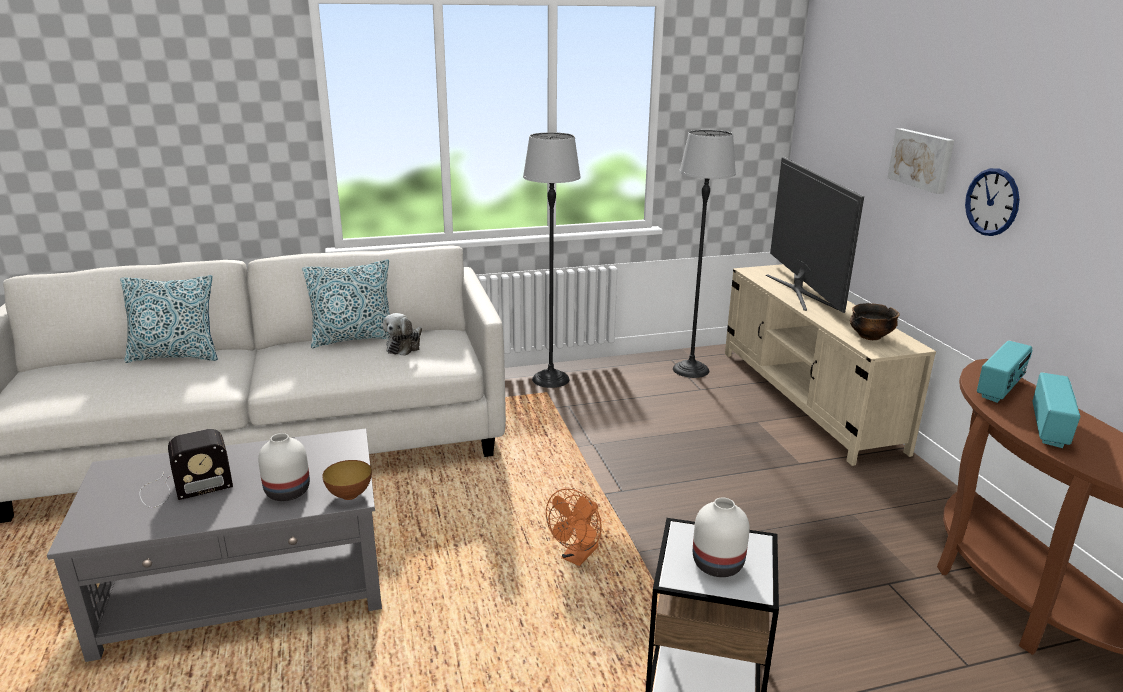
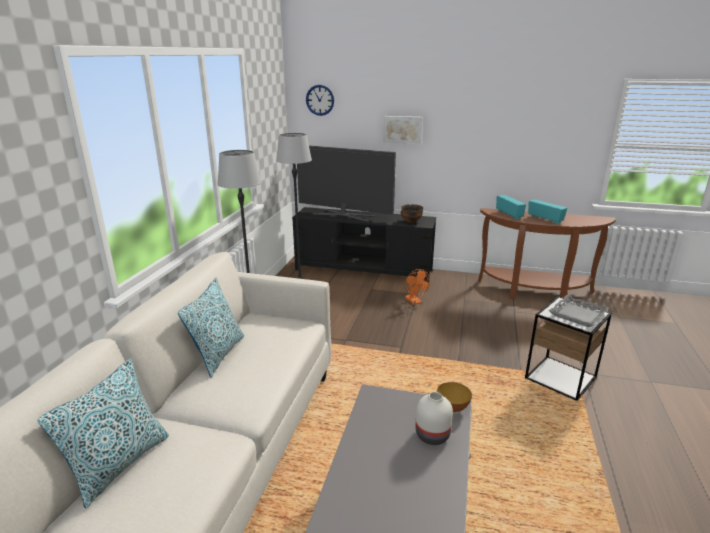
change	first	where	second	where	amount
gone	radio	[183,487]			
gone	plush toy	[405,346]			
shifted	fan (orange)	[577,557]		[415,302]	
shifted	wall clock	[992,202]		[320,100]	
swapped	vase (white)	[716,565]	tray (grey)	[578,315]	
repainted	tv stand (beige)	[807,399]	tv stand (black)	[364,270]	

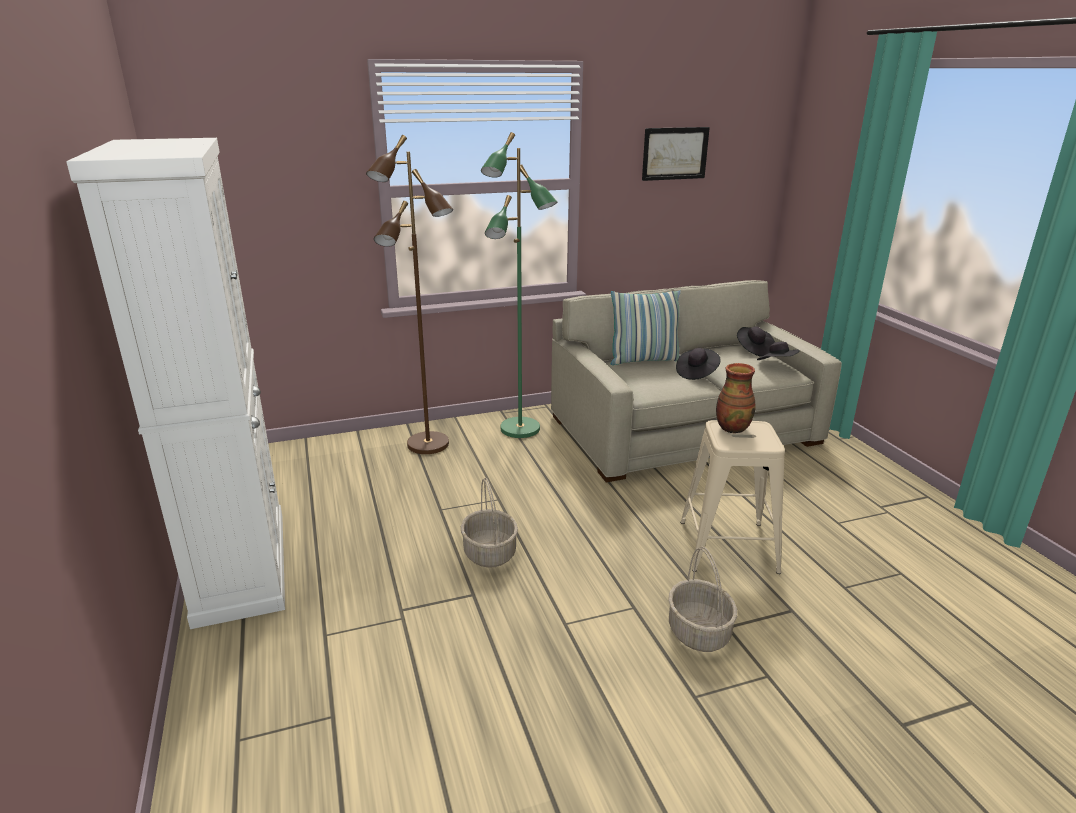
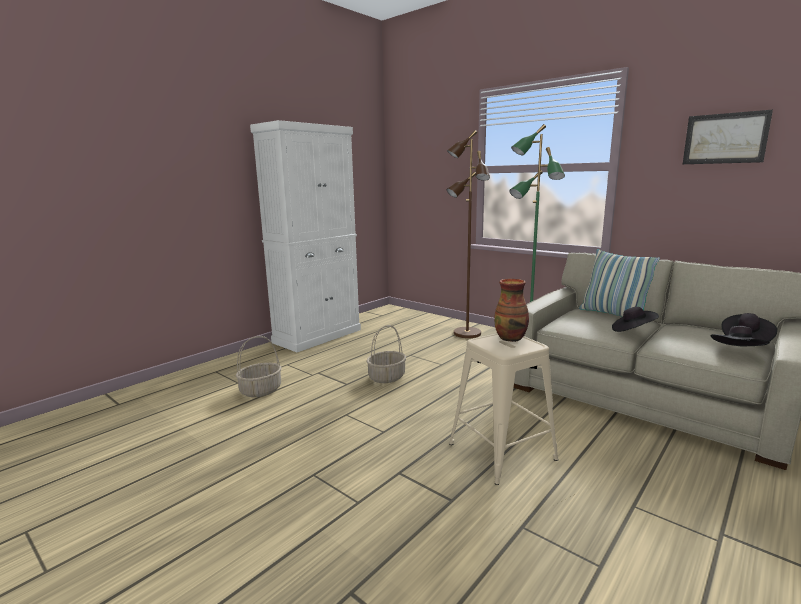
change	first	where	second	where	amount
shifted	basket	[699,632]		[260,391]	

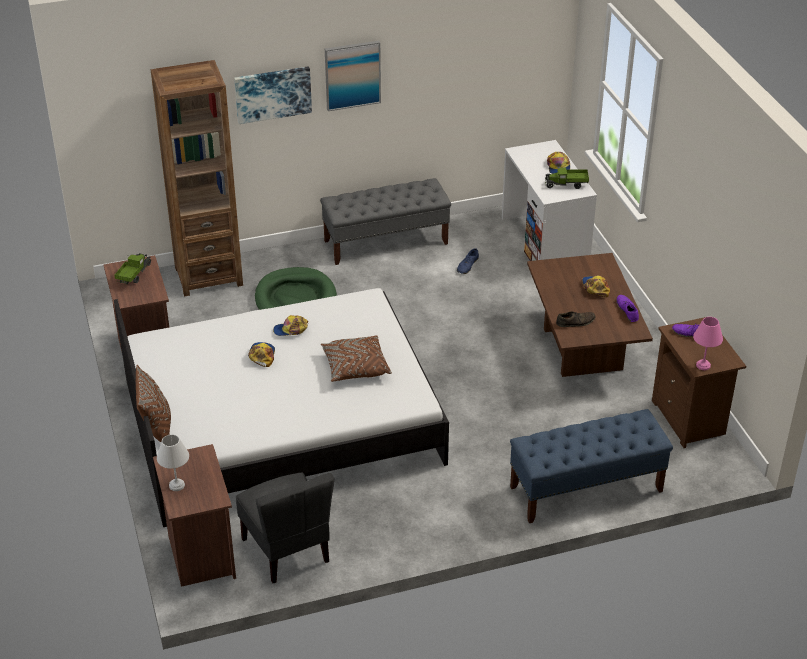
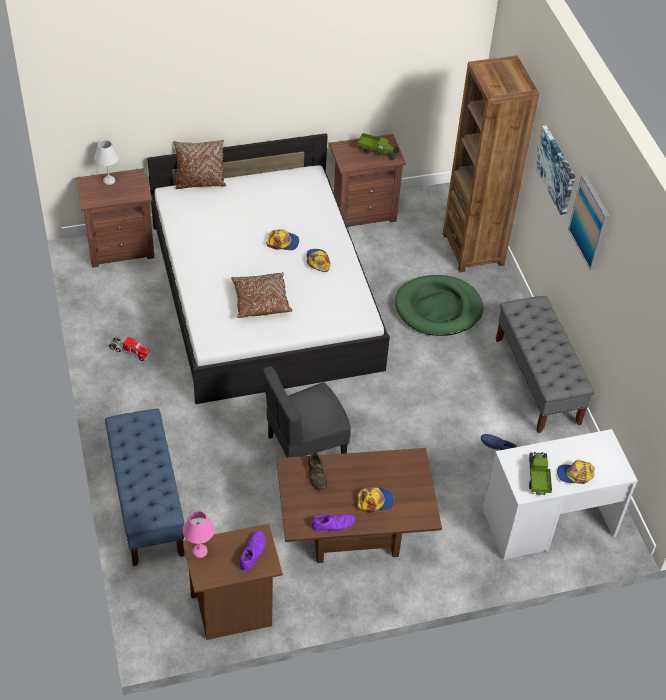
change	first	where	second	where	amount
new			toy truck	[129,351]	
shifted	chair (grey)	[287,550]		[305,447]	

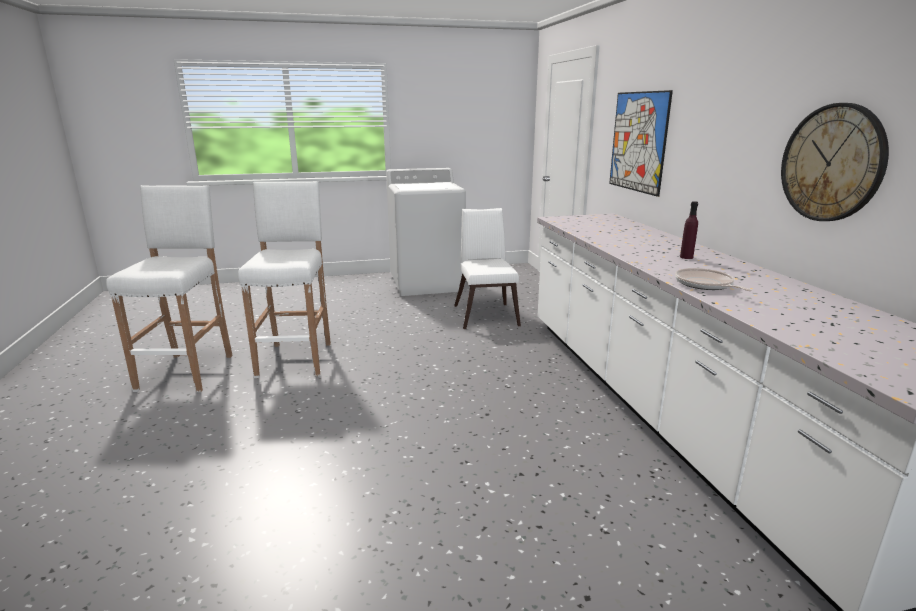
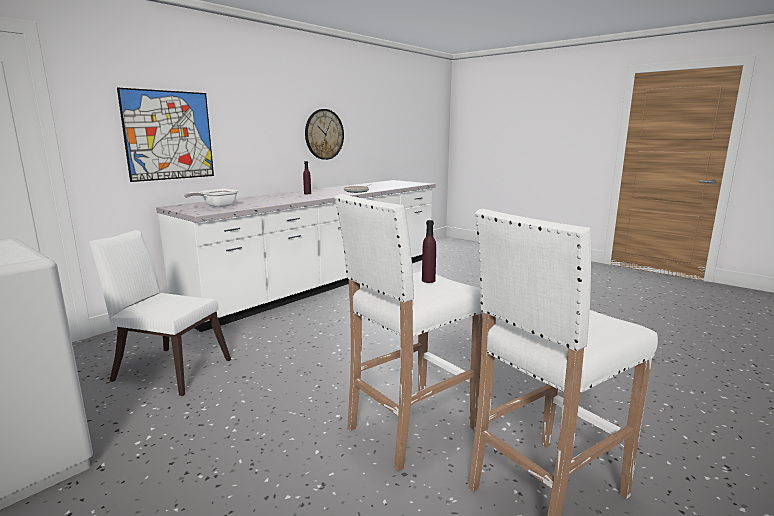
change	first	where	second	where	amount
new			frying pan	[216,206]	
new			bottle (purple)	[428,280]	
rotated	chair (white)	[486,314]		[168,369]	60 degrees clockwise

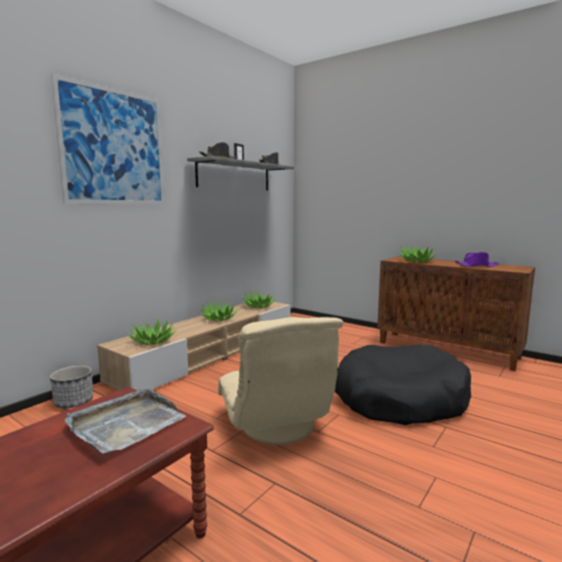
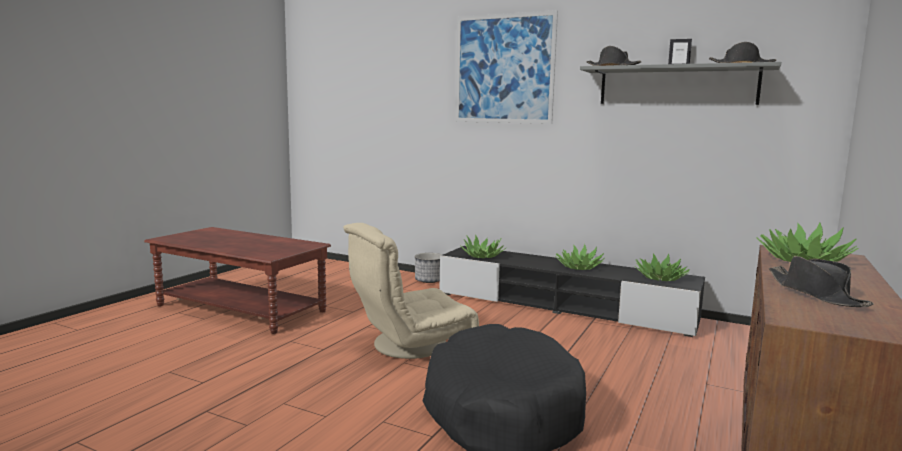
change	first	where	second	where	amount
gone	tray (grey)	[125,424]			
repainted	tv stand (beige)	[211,354]	tv stand (black)	[563,306]	
repainted	hat (purple)	[476,266]	hat (black)	[816,293]	

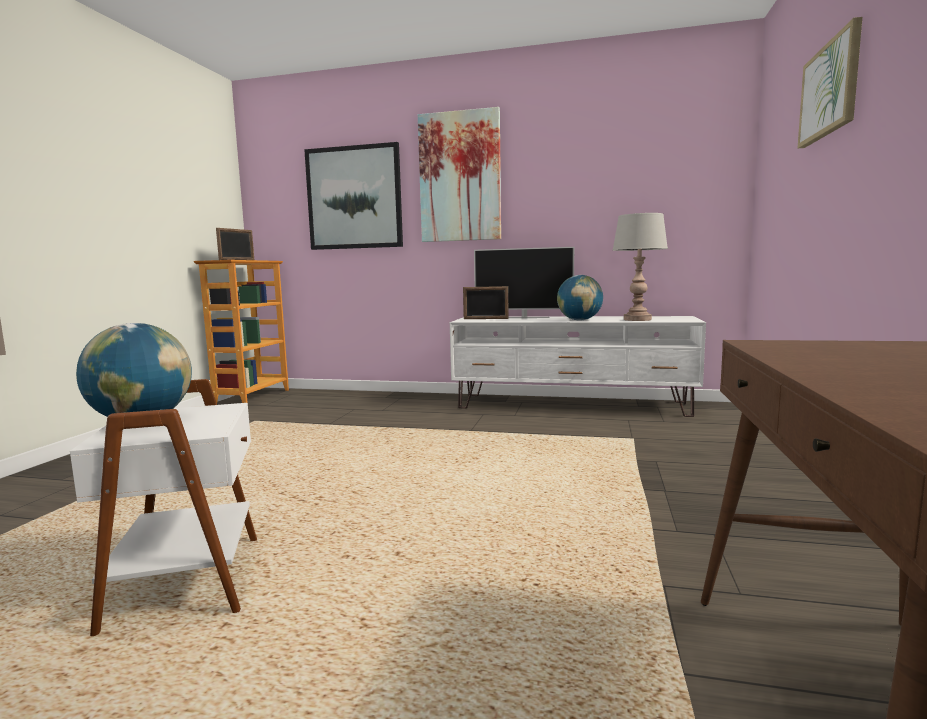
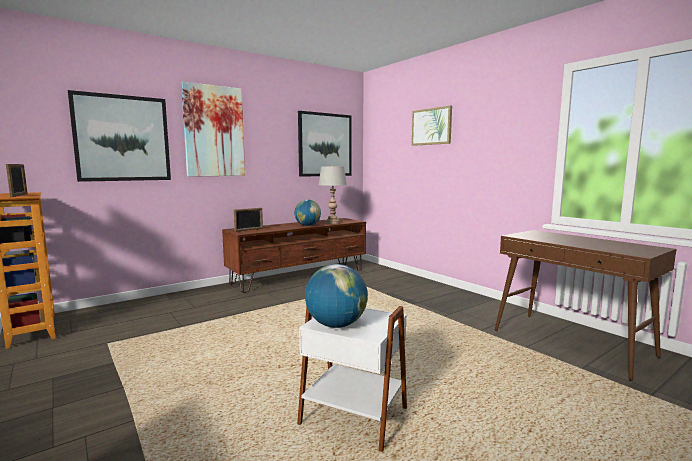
change	first	where	second	where	amount
gone	television	[524,317]			
new			picture	[325,145]	
repainted	tv stand (white)	[572,405]	tv stand (brown)	[300,276]	

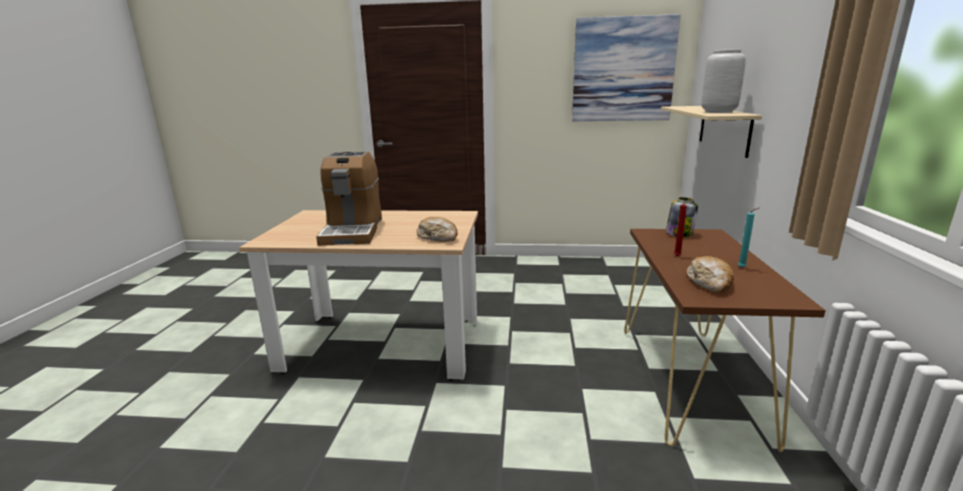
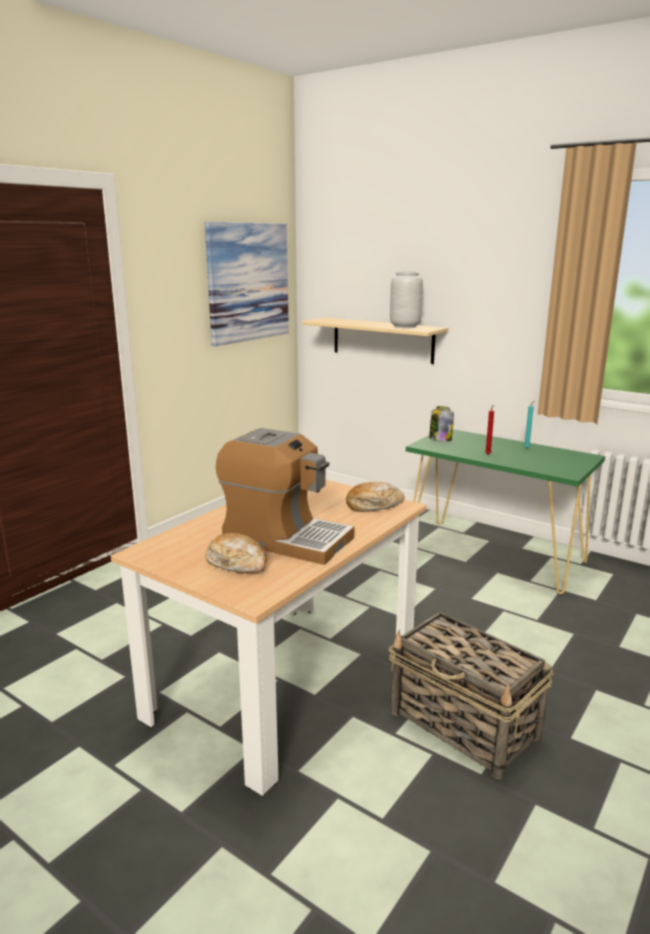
change	first	where	second	where	amount
new			basket	[465,725]	
shifted	bread	[710,282]		[237,563]	
repainted	console table (brown)	[689,381]	console table (green)	[494,555]	

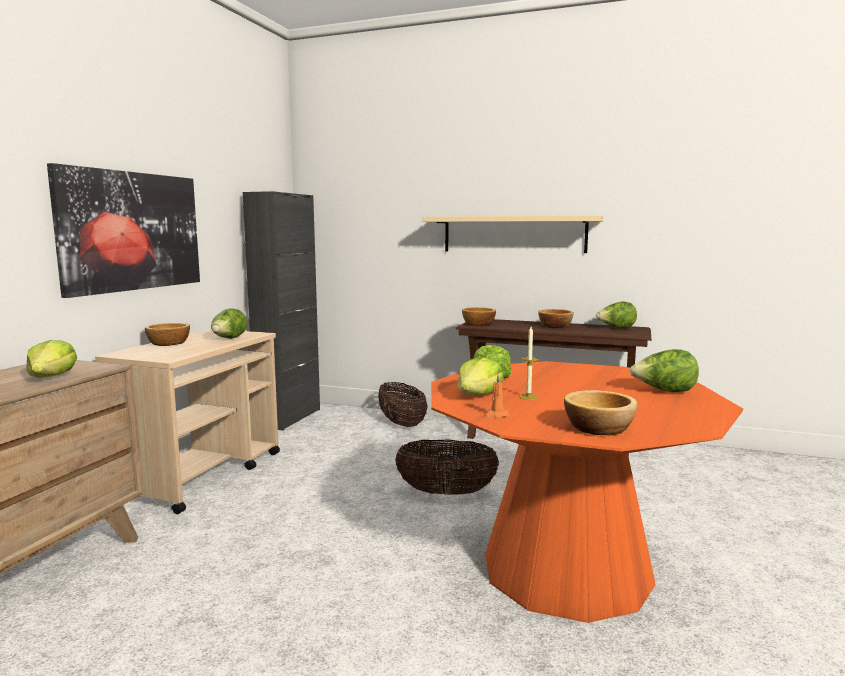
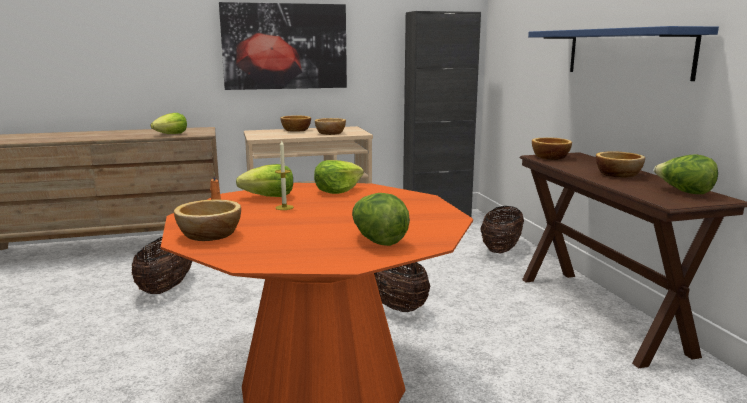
change	first	where	second	where	amount
new			basket	[167,287]	
swapped	lettuce	[229,339]	bowl	[331,133]	
repainted	shelf (beige)	[514,234]	shelf (blue)	[626,52]	

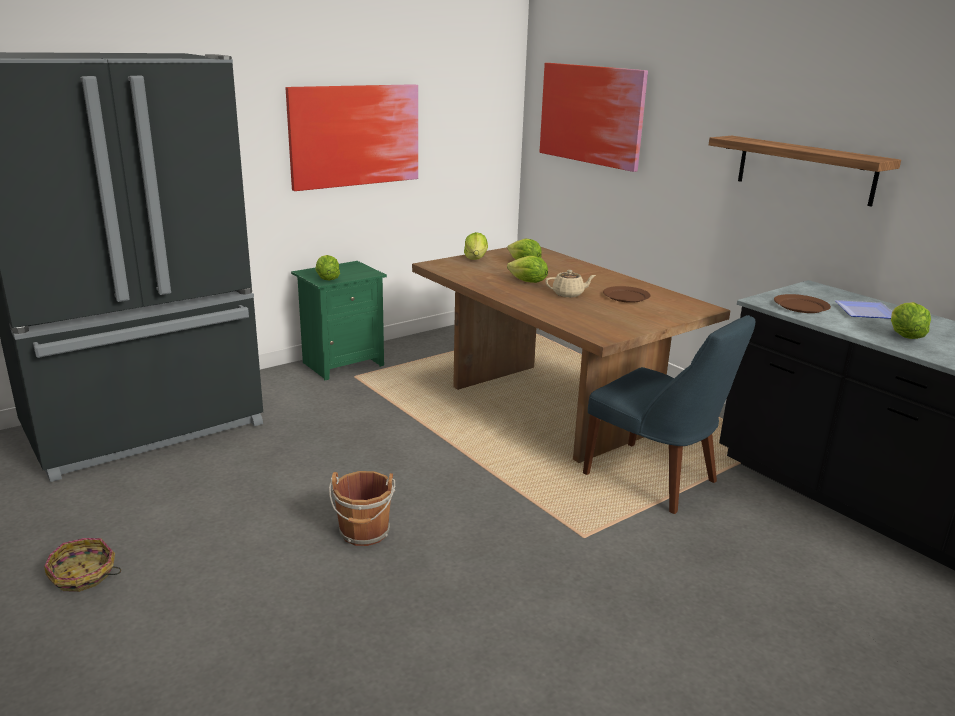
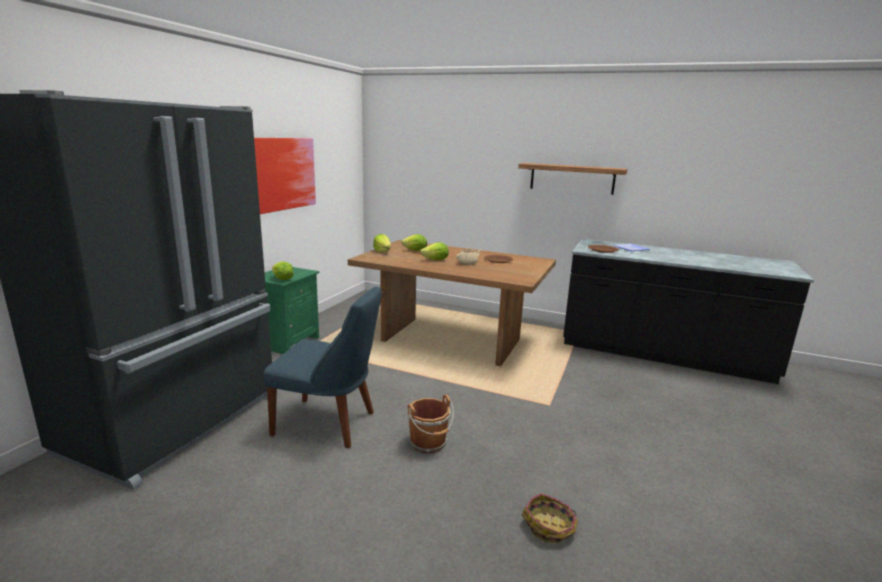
change	first	where	second	where	amount
gone	picture	[591,114]			
gone	lettuce	[904,336]			
shifted	basket	[83,576]		[549,527]	
shifted	chair (blue)	[655,479]		[329,424]	

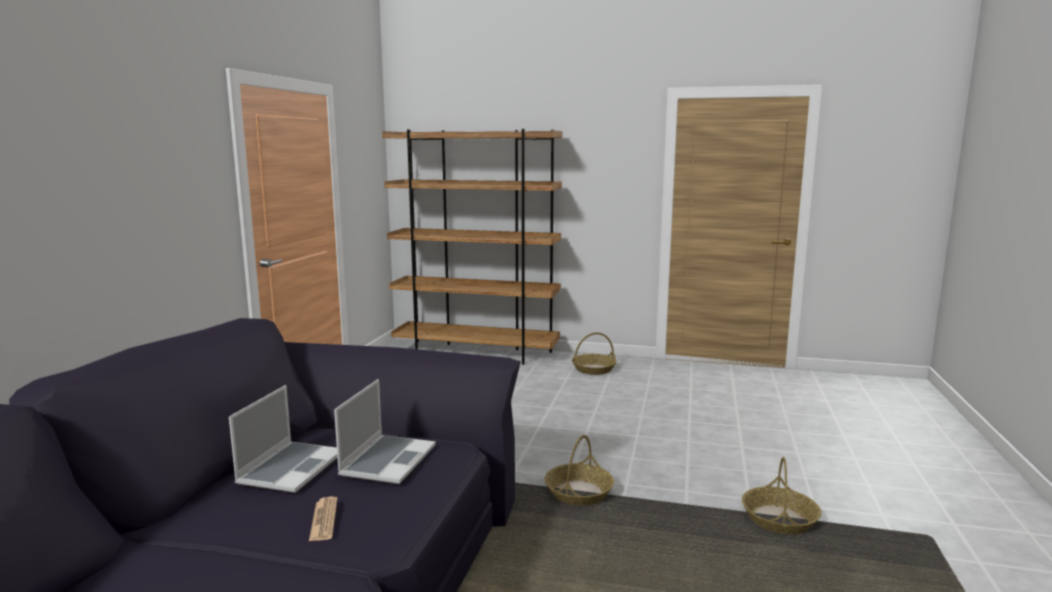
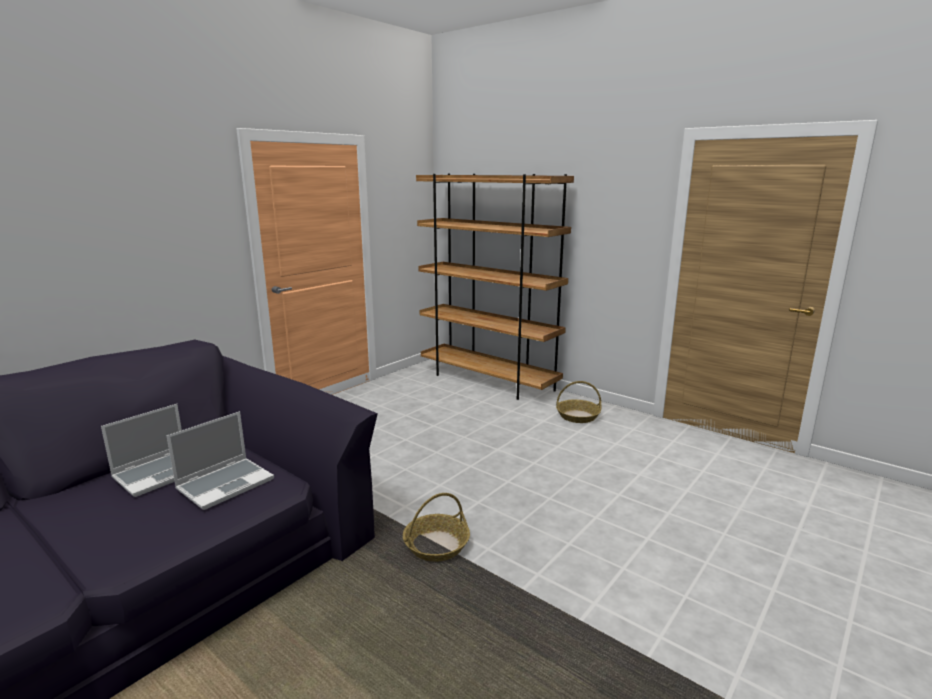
change	first	where	second	where	amount
gone	newspaper	[324,519]			
gone	basket	[779,519]			

